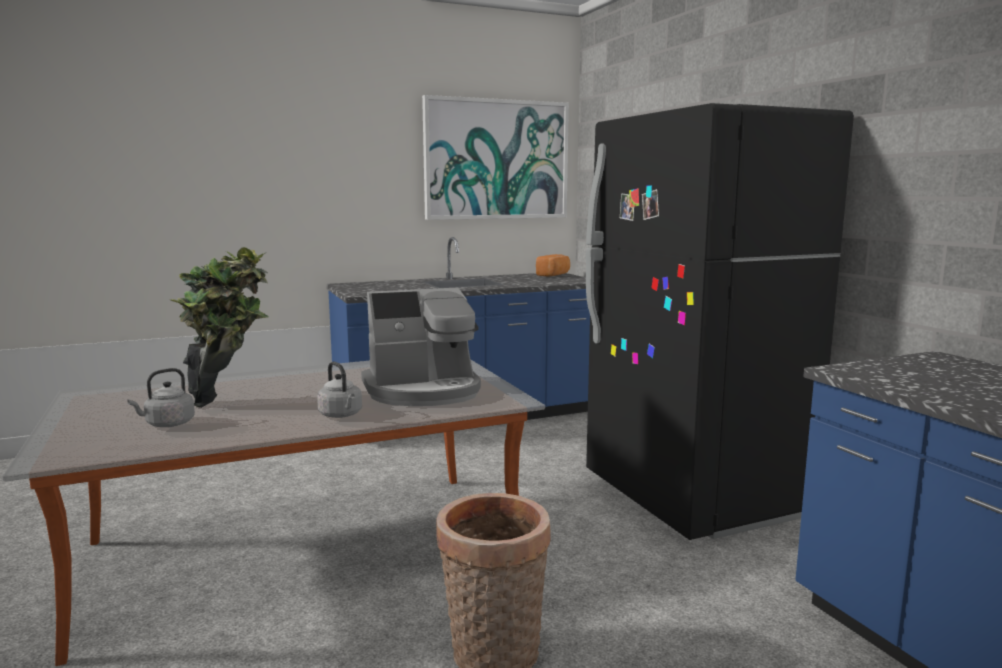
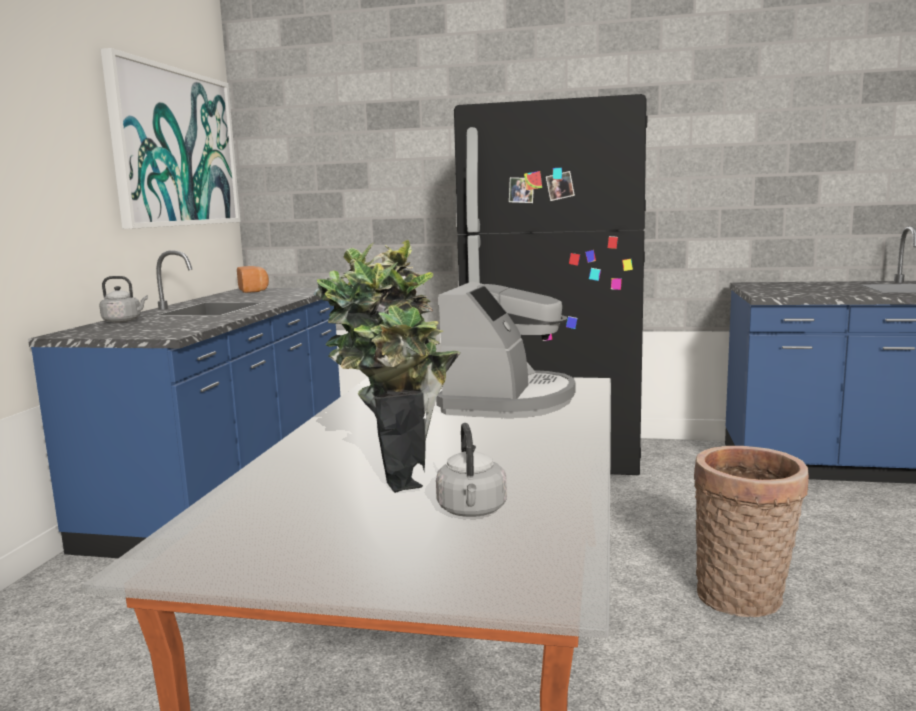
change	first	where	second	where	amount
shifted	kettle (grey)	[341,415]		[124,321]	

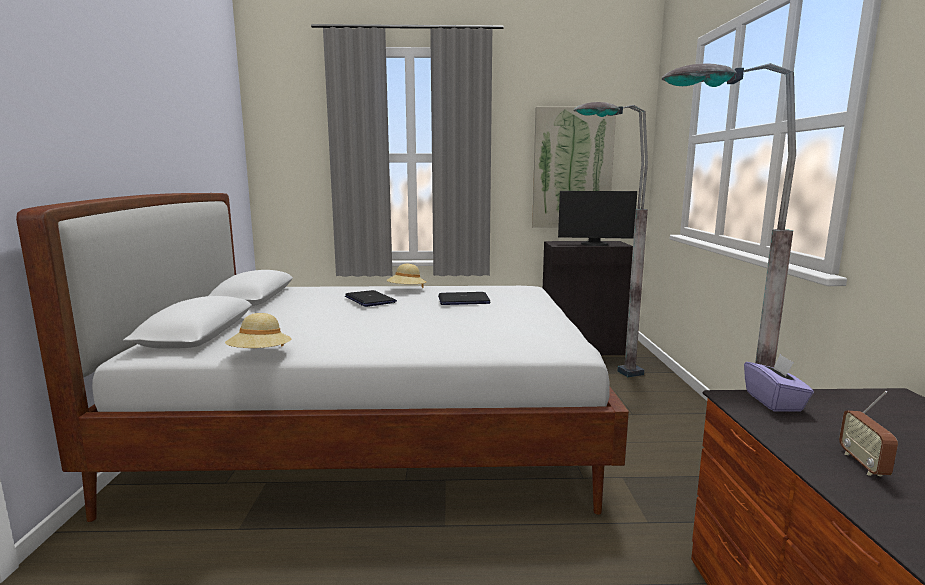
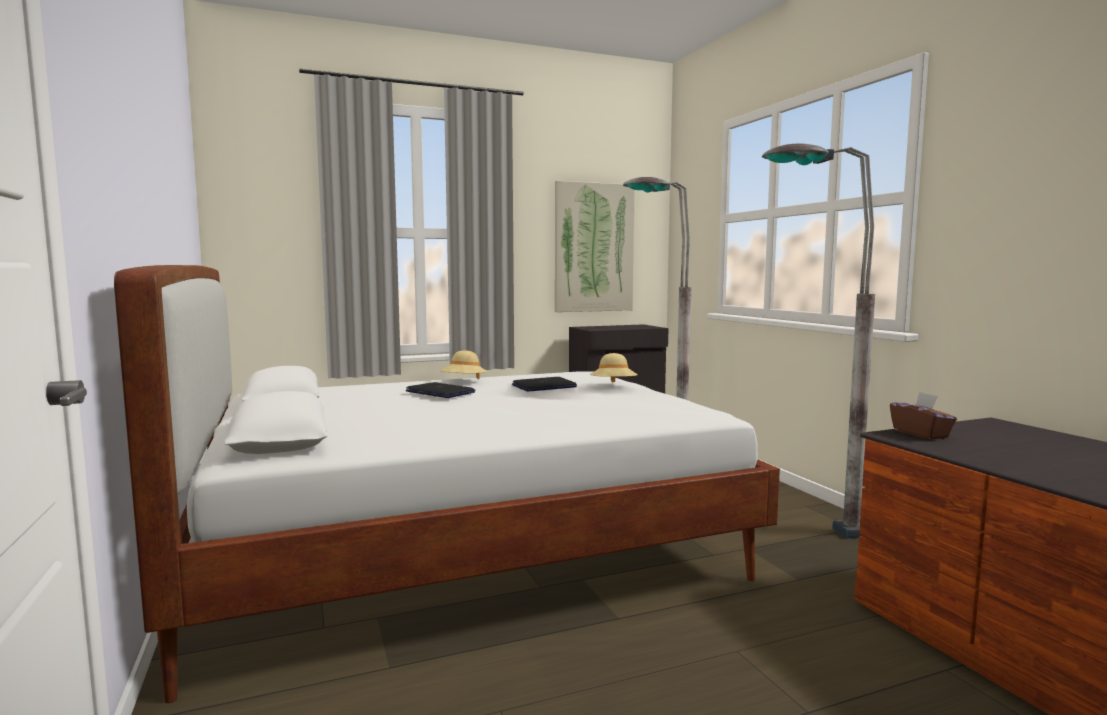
change	first	where	second	where	amount
gone	monitor	[594,244]			
gone	radio	[863,464]			
shifted	hat (beige)	[260,355]		[613,386]	
repainted	tissue box (purple)	[774,402]	tissue box (brown)	[921,434]	

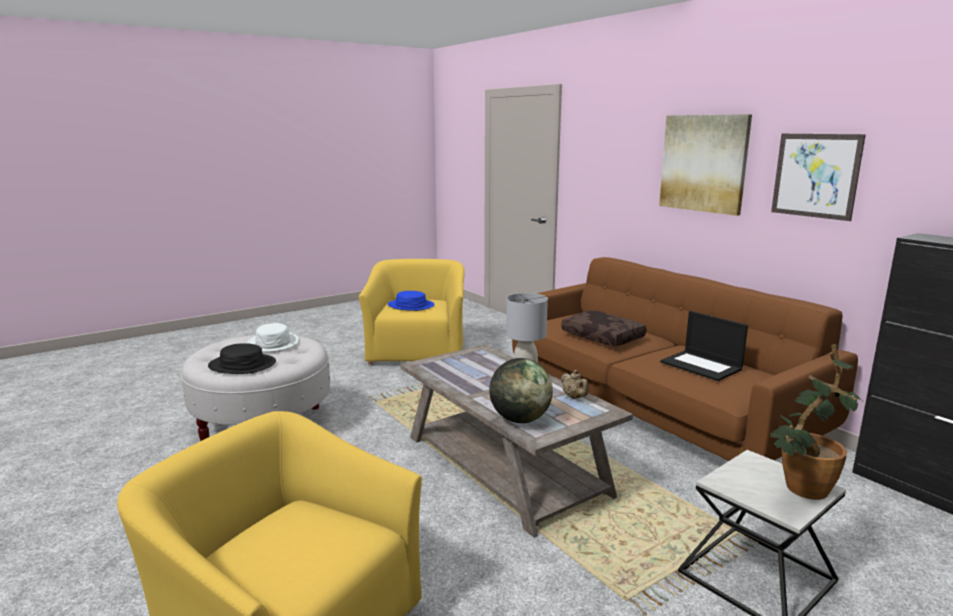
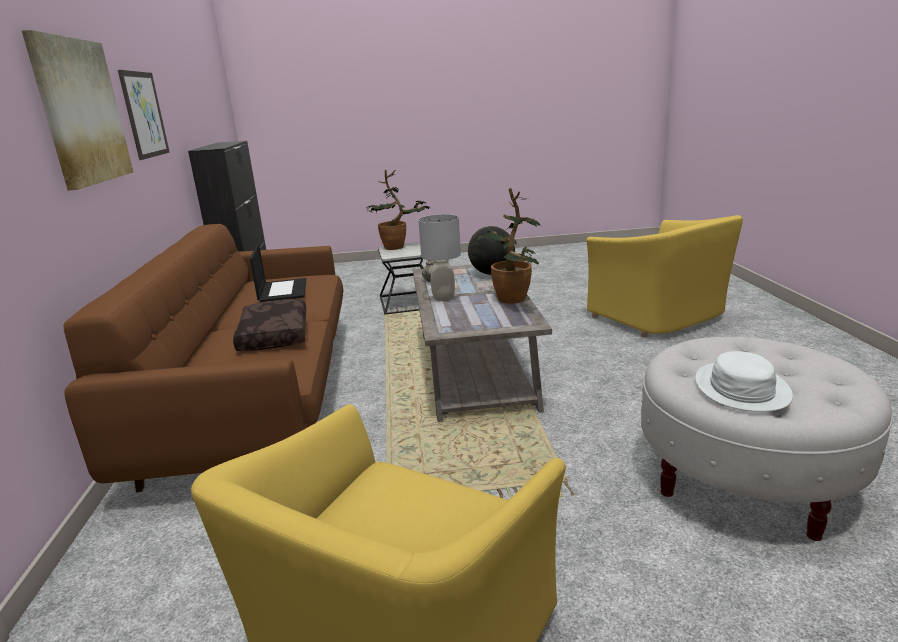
change	first	where	second	where	amount
gone	hat (black)	[242,365]			
gone	hat (blue)	[411,306]			
new			potted plant	[512,301]	

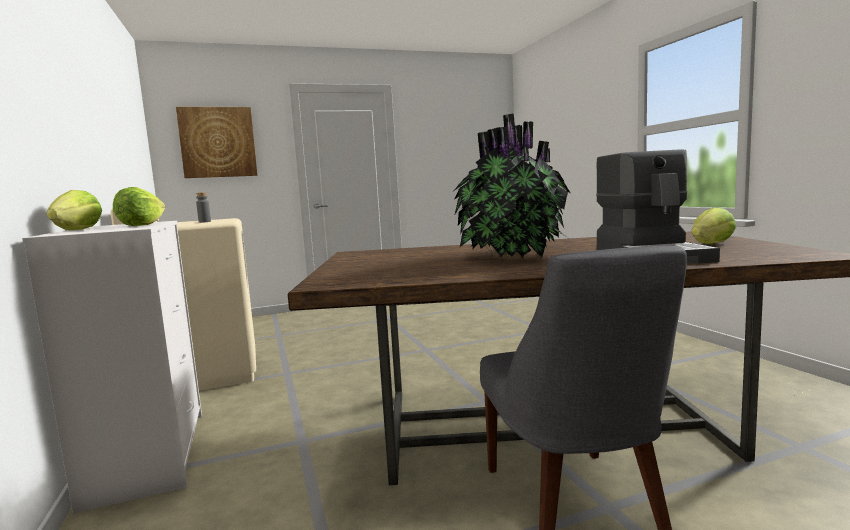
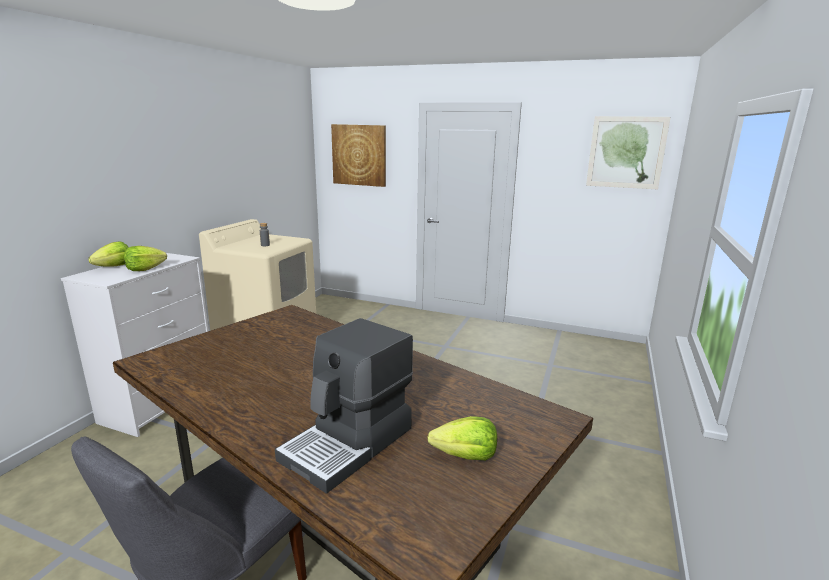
change	first	where	second	where	amount
gone	potted plant	[512,255]			
new			picture	[626,152]	

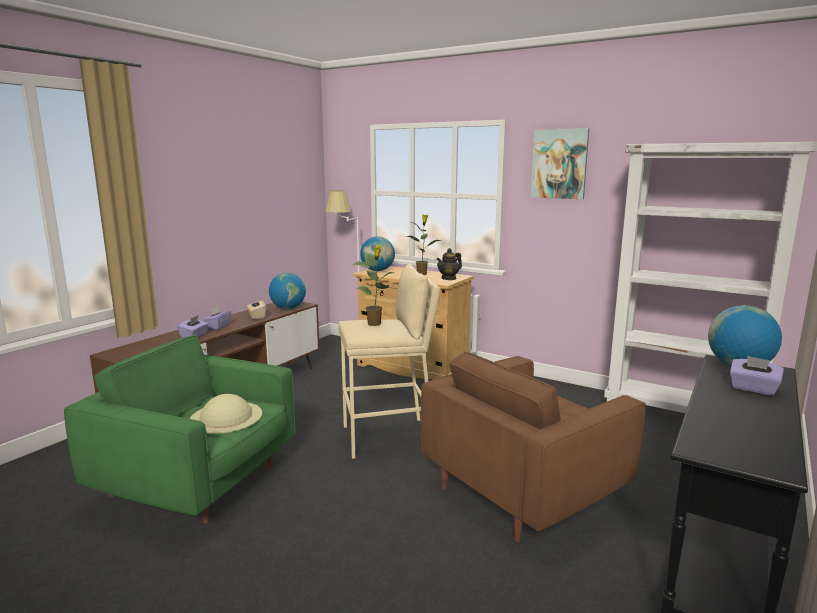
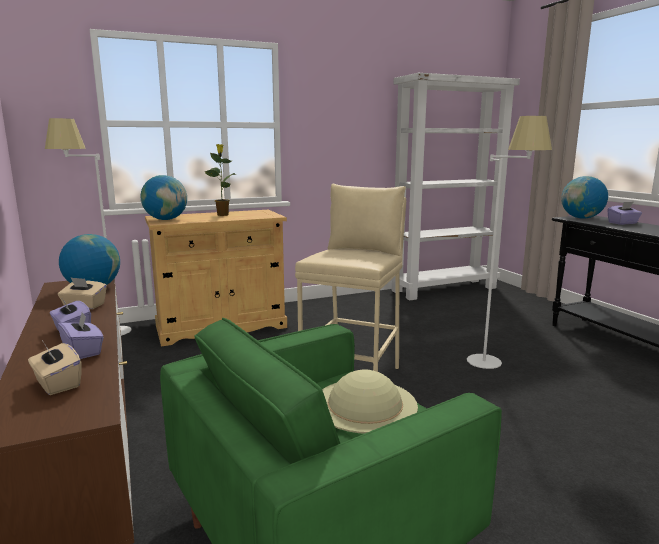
change	first	where	second	where	amount
gone	potted plant	[375,324]			
gone	teapot	[449,278]			
gone	picture	[559,164]			
new			tissue box (beige)	[57,384]	
swapped	armchair (brown)	[525,488]	floor lamp (white)	[497,359]	

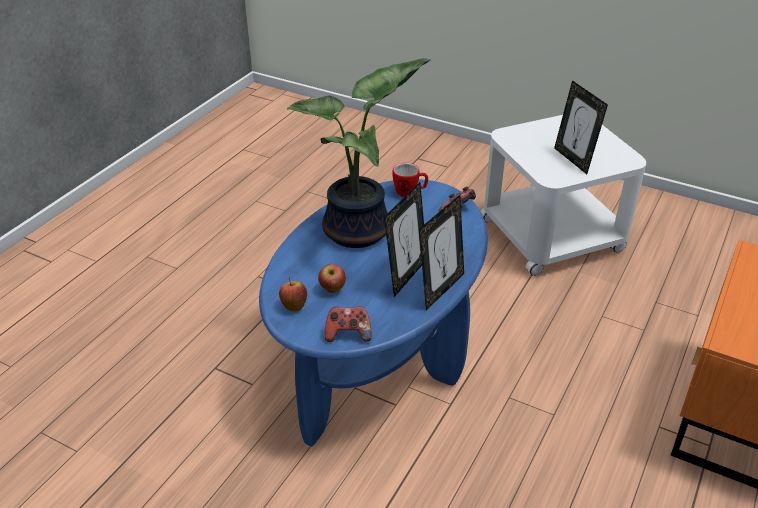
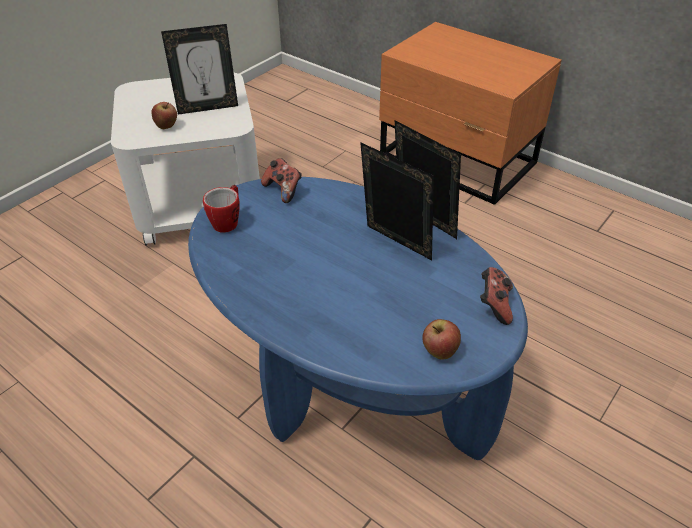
change	first	where	second	where	amount
gone	potted plant	[361,232]			
shifted	apple	[332,289]		[167,126]	

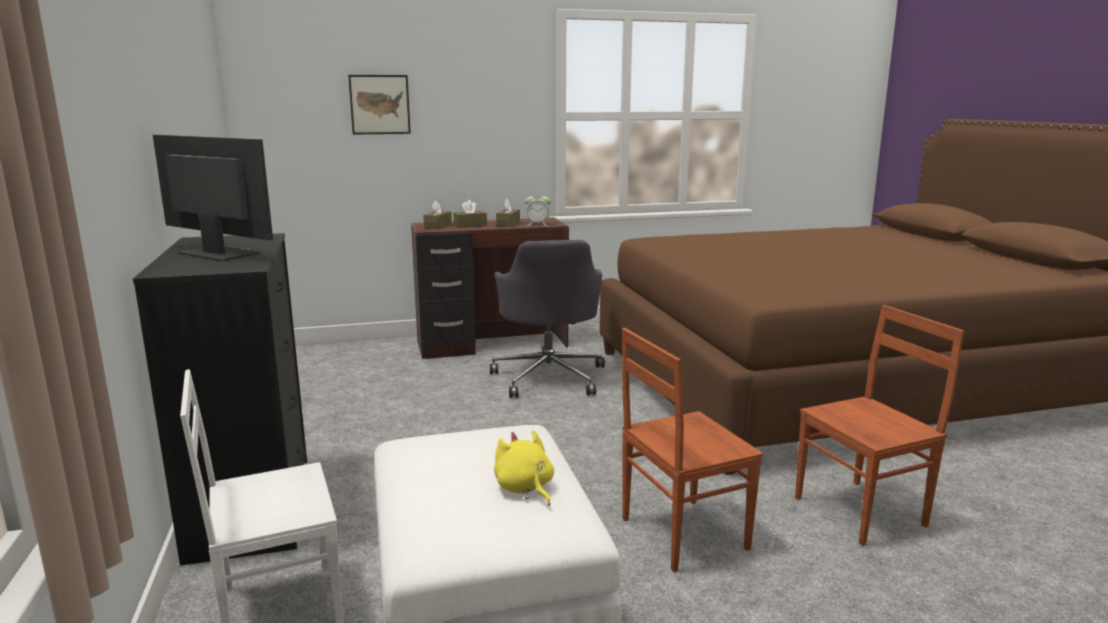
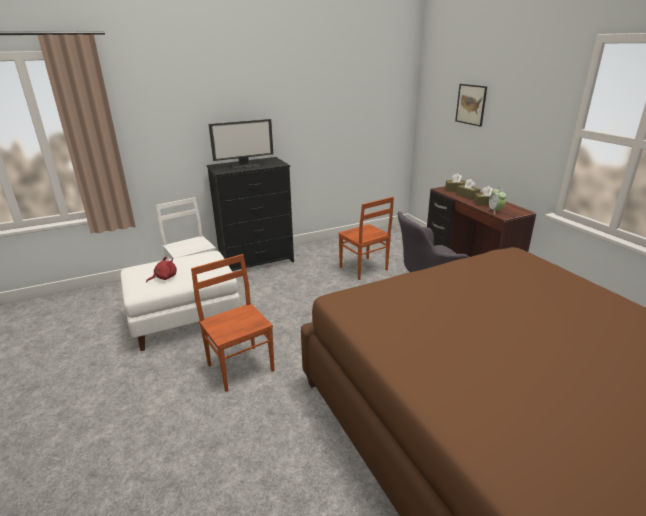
change	first	where	second	where	amount
shifted	chair (brown)	[862,512]		[363,269]	
repainted	plush toy (yellow)	[525,488]	plush toy (red)	[164,278]	
rotated	monitor	[217,253]		[244,165]	45 degrees clockwise

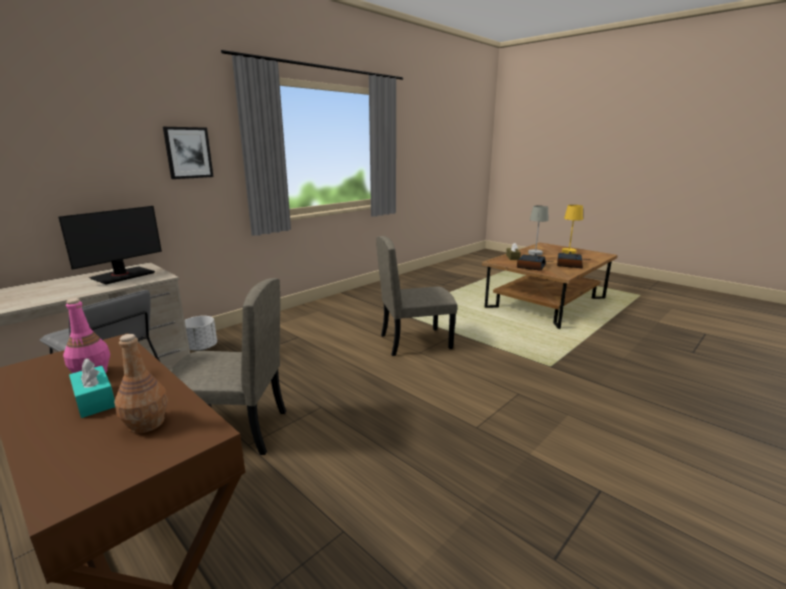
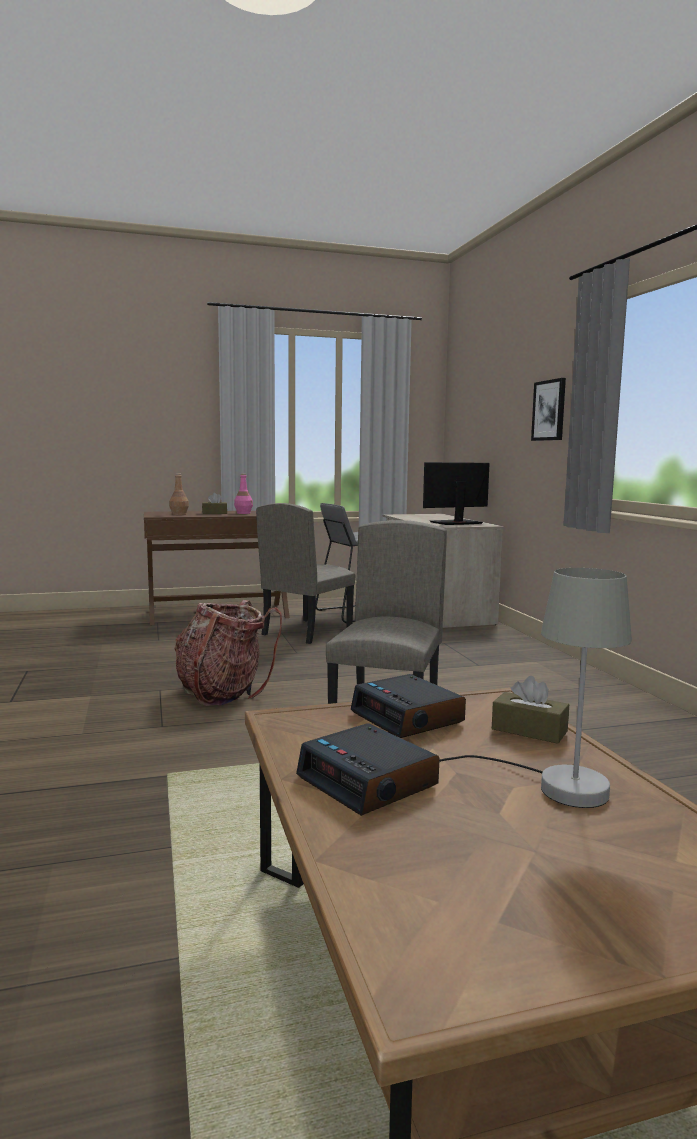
change	first	where	second	where	amount
gone	planter (white)	[202,347]			
gone	table lamp (yellow)	[570,253]			
new			backpack	[222,693]	
repainted	tissue box (turquoise)	[95,400]	tissue box (brown)	[214,513]	
rotated	monitor	[122,275]		[456,523]	90 degrees clockwise

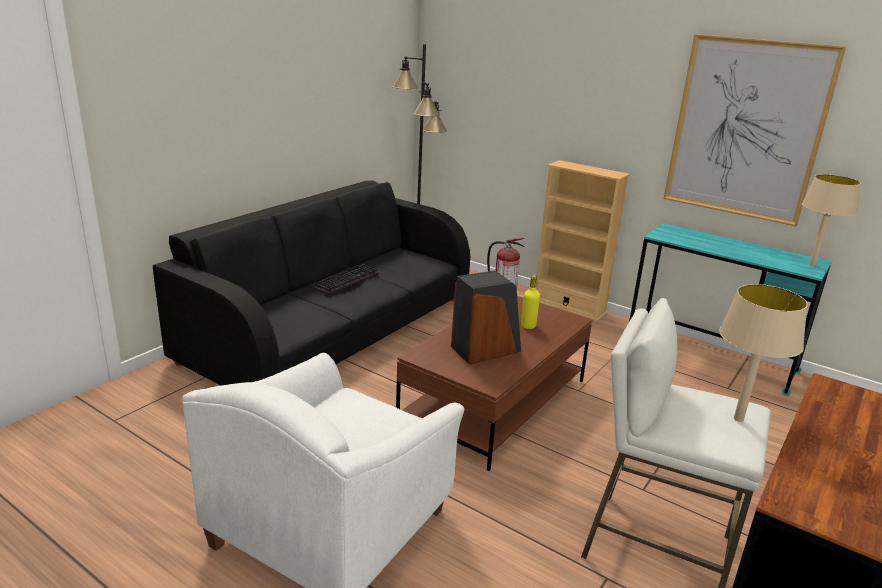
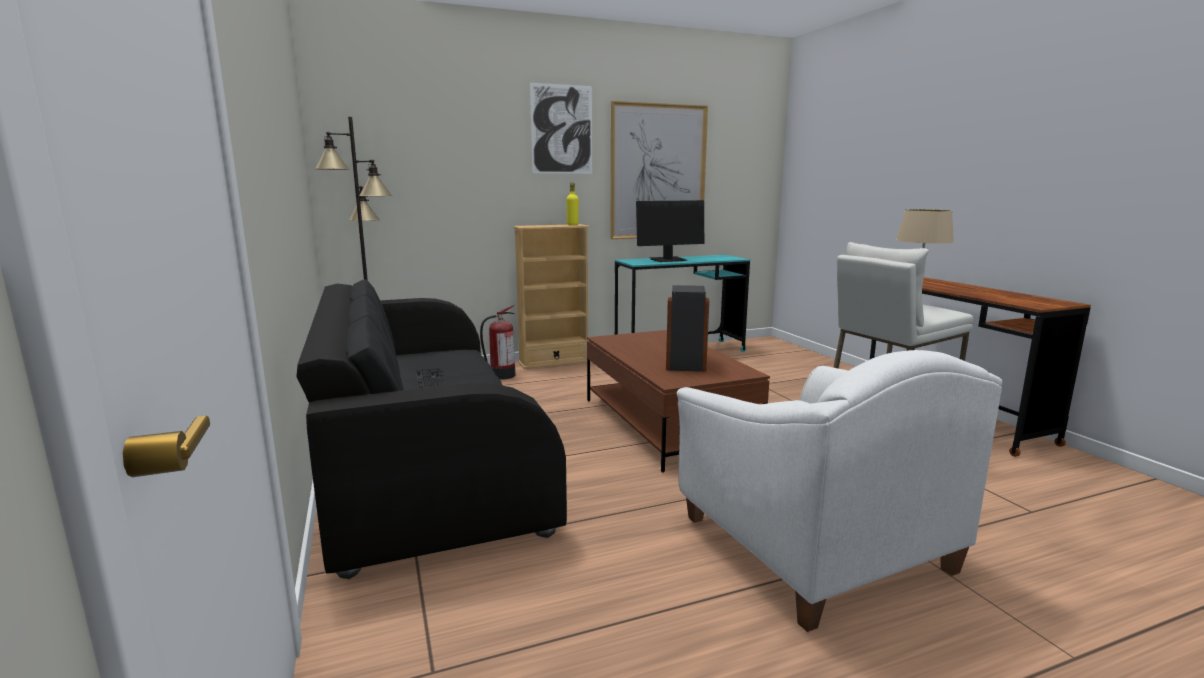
change	first	where	second	where	amount
gone	table lamp (beige)	[812,265]			
new			picture	[562,129]	
new			monitor	[668,260]	
shifted	bottle (yellow)	[528,326]		[572,225]	

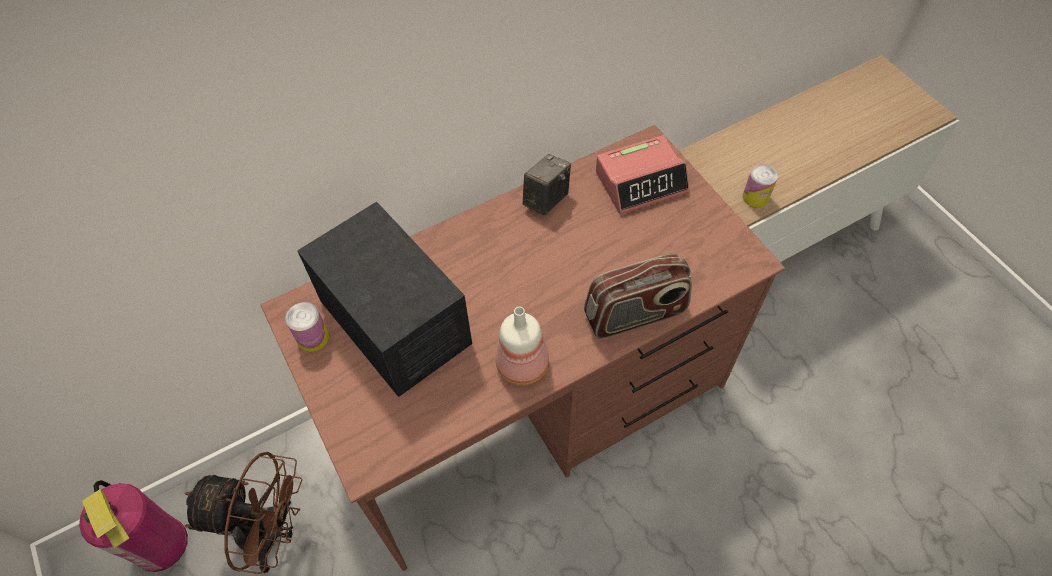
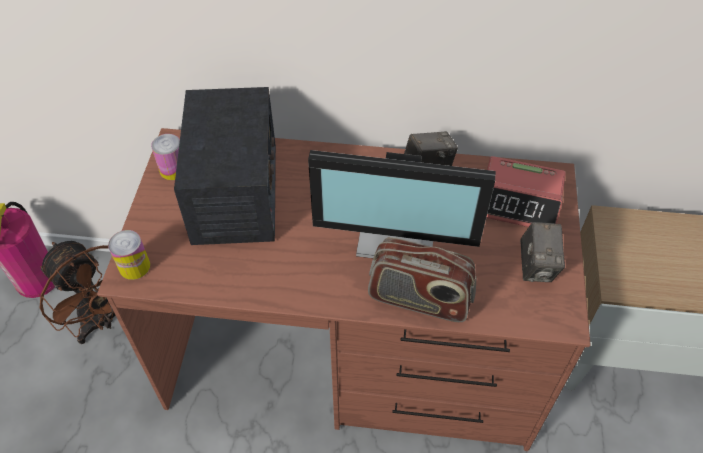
change	first	where	second	where	amount
gone	bottle	[523,364]			
new			monitor	[398,235]	
new			photo camera	[536,266]	
shifted	can	[755,197]		[134,266]	

